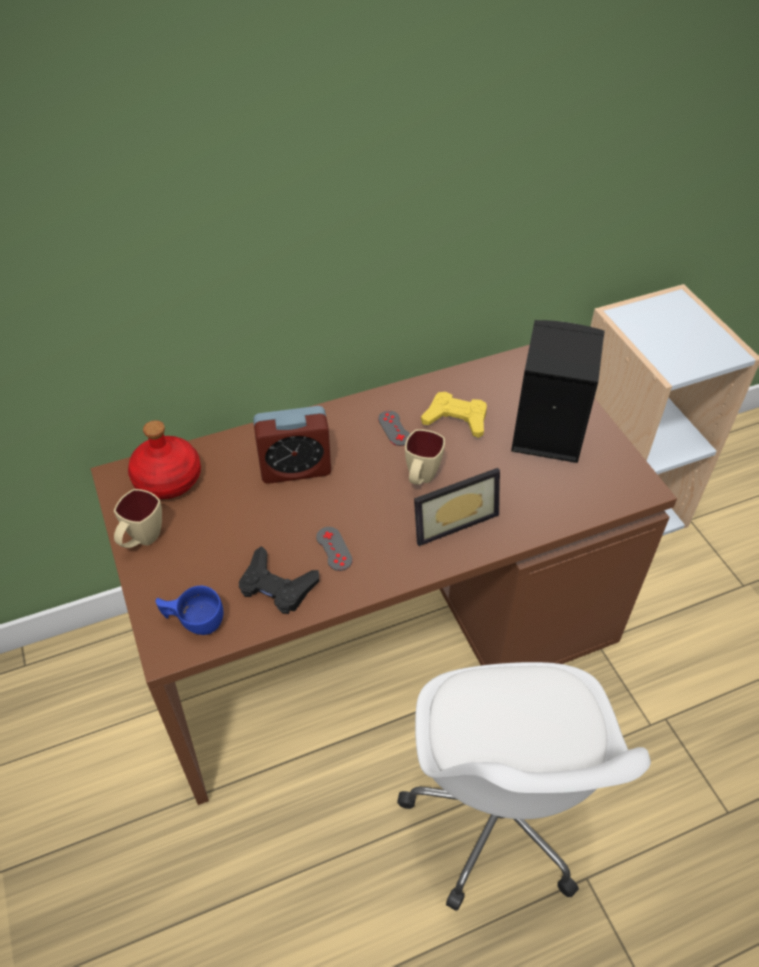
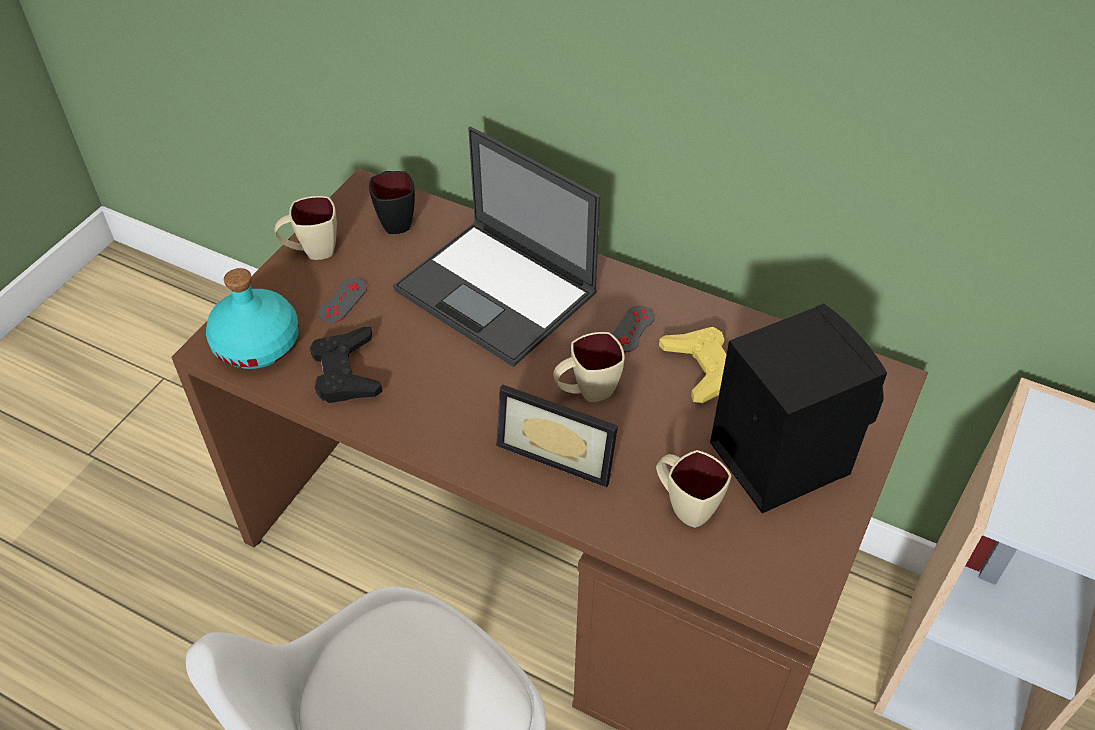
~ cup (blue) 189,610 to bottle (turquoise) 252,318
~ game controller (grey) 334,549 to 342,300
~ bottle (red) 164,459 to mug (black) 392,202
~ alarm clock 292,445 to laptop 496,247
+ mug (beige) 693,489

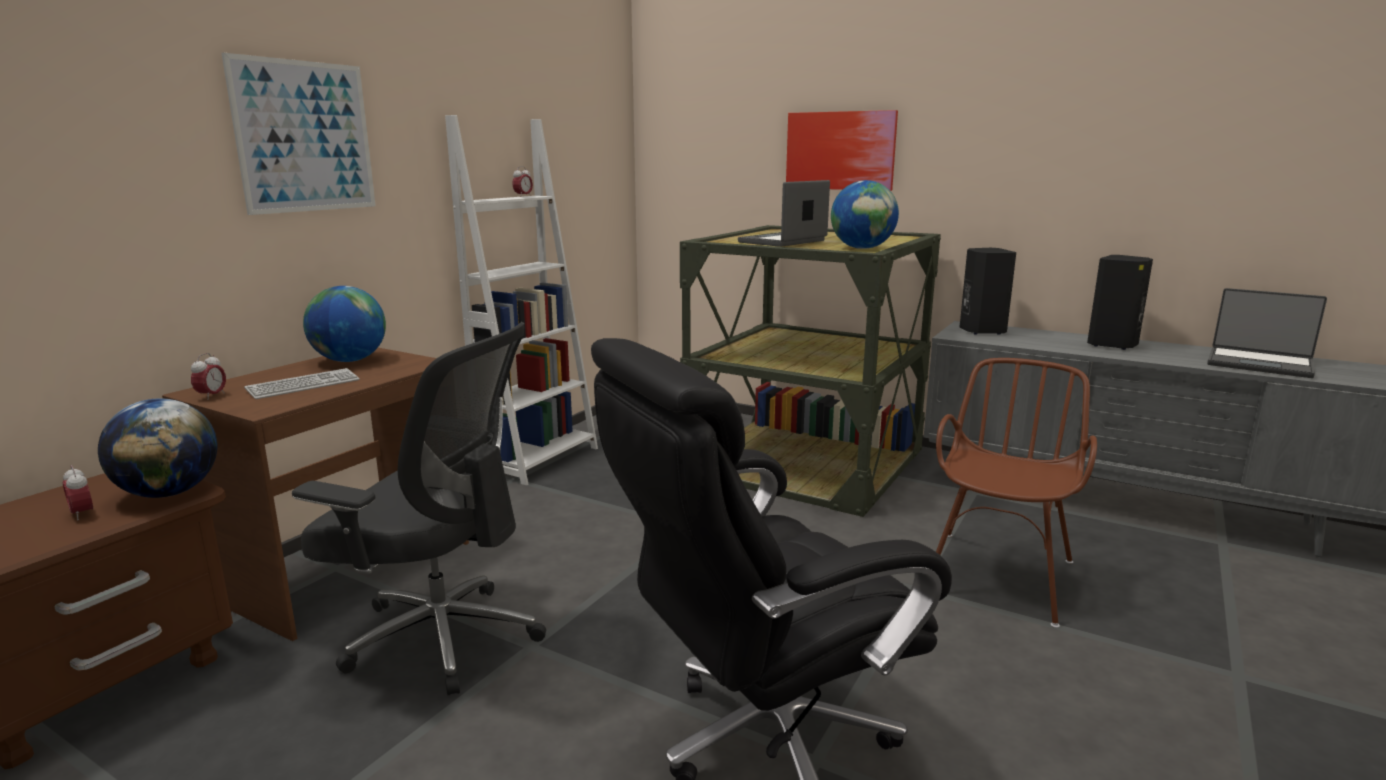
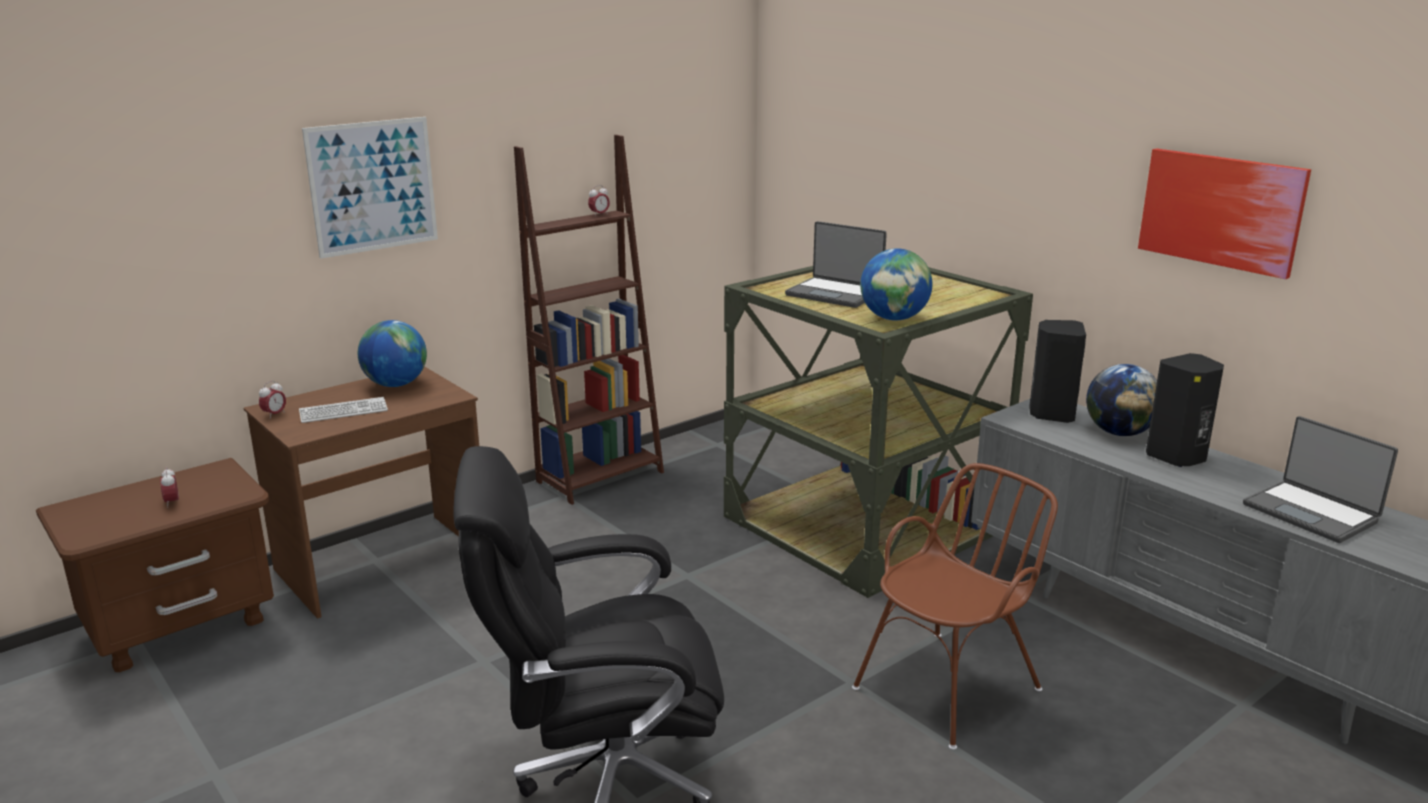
~ bookcase (white) 521,300 to bookcase (brown) 589,320
~ laptop 784,213 = 836,264 120 degrees counterclockwise
~ globe 157,448 to 1121,400
~ picture 842,150 to 1224,213
- office chair 419,508

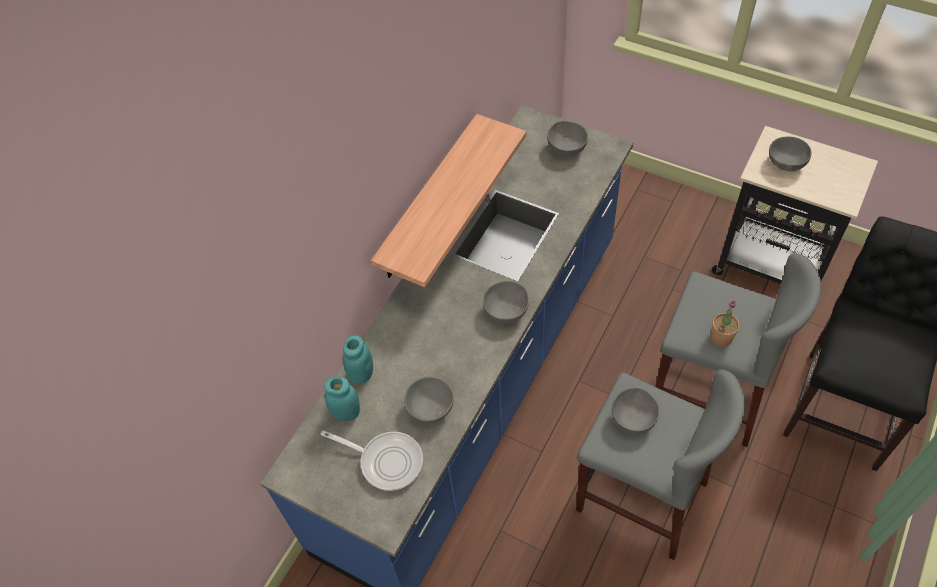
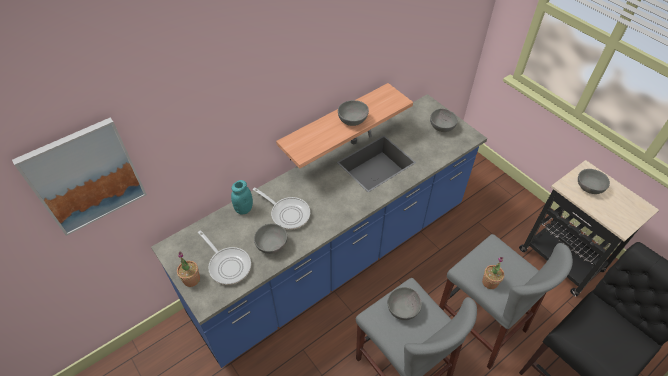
+ picture 79,177
+ potted plant 188,269
+ frying pan 281,208
~ bowl (grey) 506,302 to 353,113
- jar (turquoise) 342,399

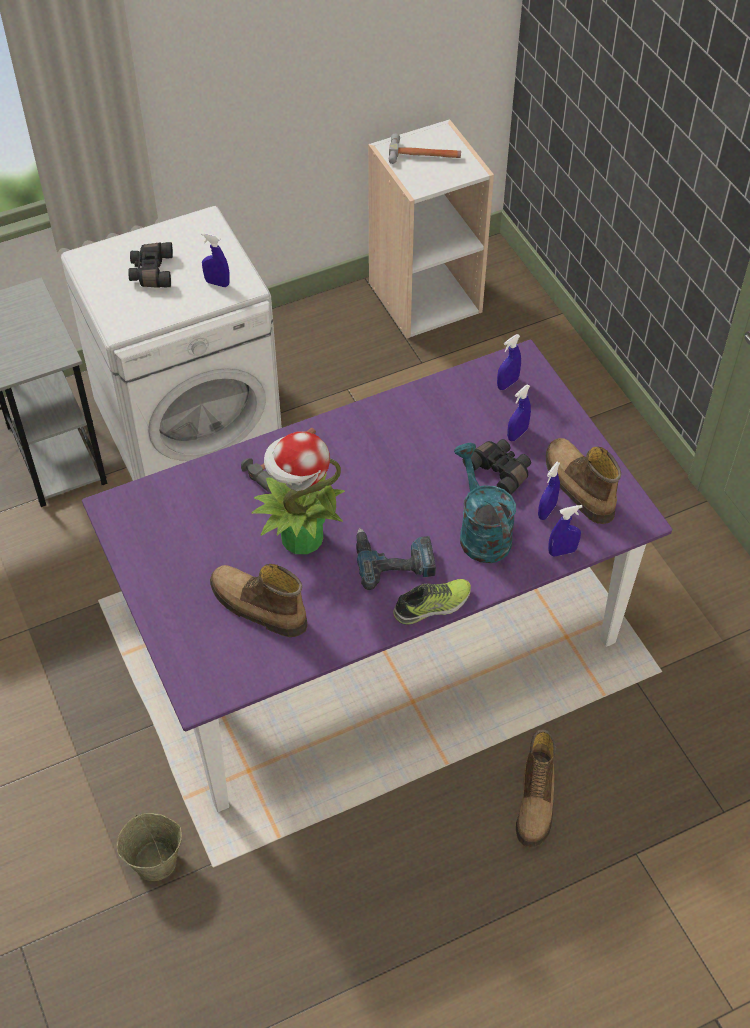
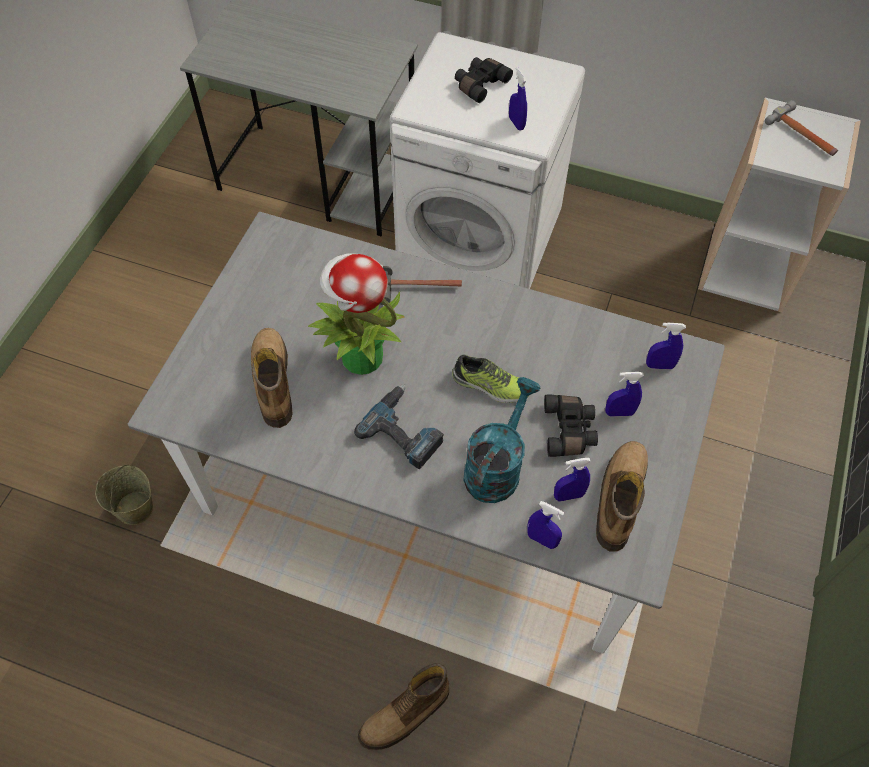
~ dining table (purple) 377,576 to dining table (grey) 426,432
~ shoe 432,602 to 486,379

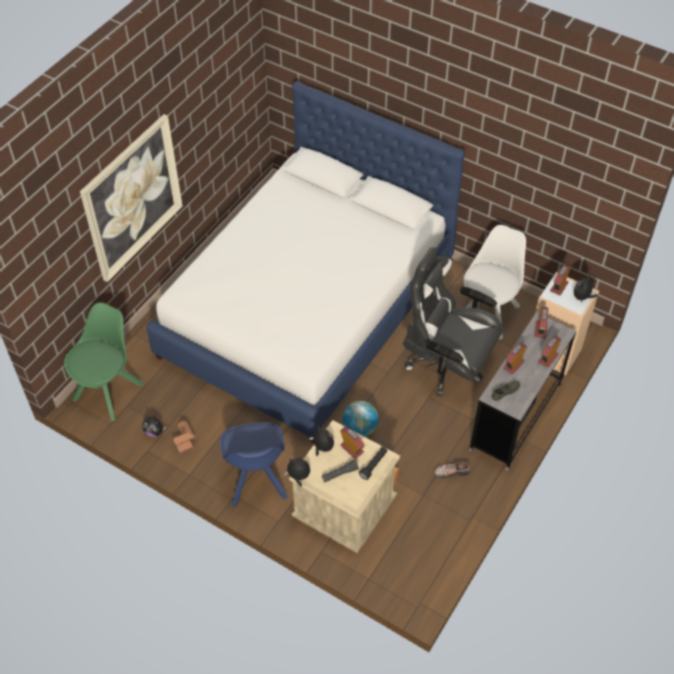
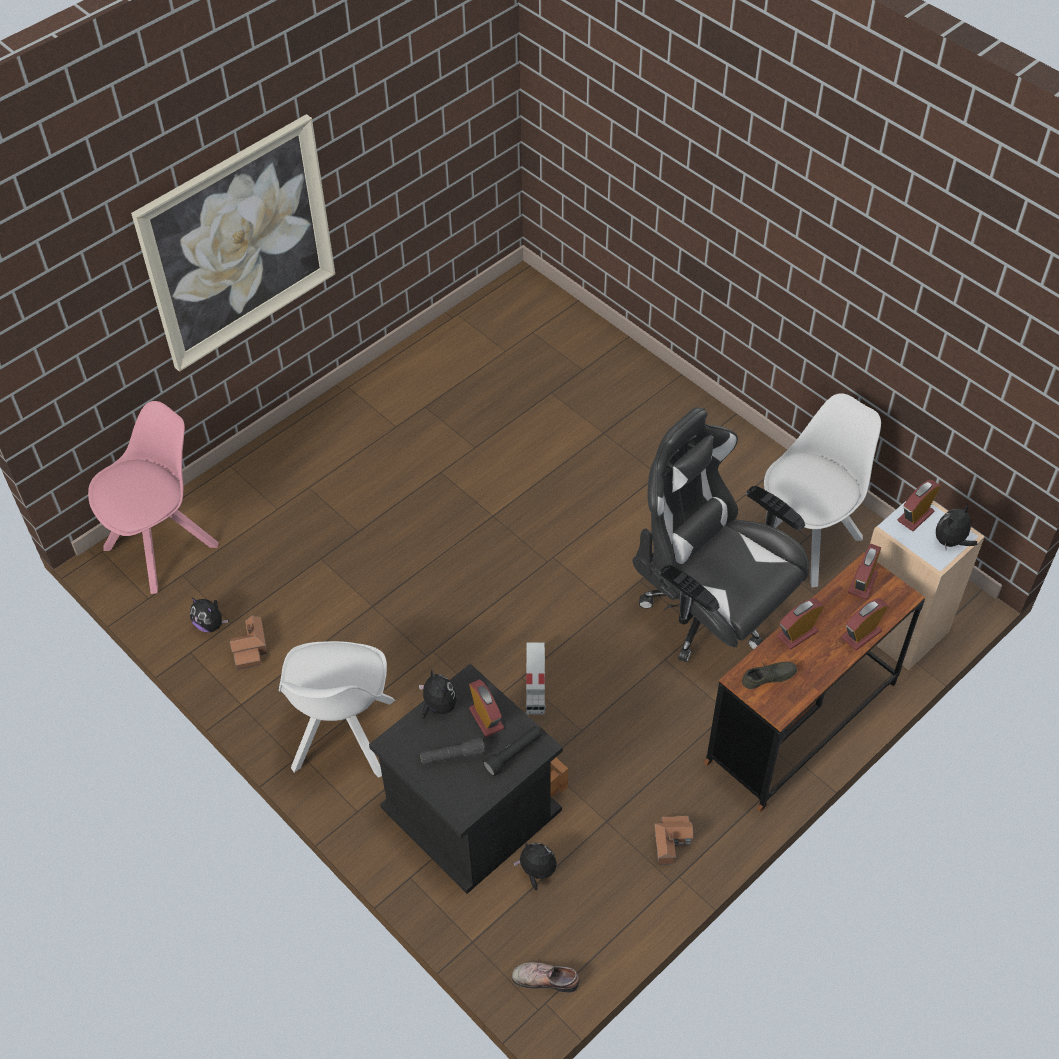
~ chair (green) 103,361 to chair (pink) 153,497
~ chair (blue) 254,464 to chair (white) 337,709
~ nightstand (beige) 344,486 to nightstand (black) 468,779
~ shoe 453,470 to 546,977
~ plush toy 297,472 to 535,866
~ globe 361,419 to toy truck 536,679
+ toy house 673,840
~ desk (grey) 522,392 to desk (brown) 814,682
- bed (white) 306,262

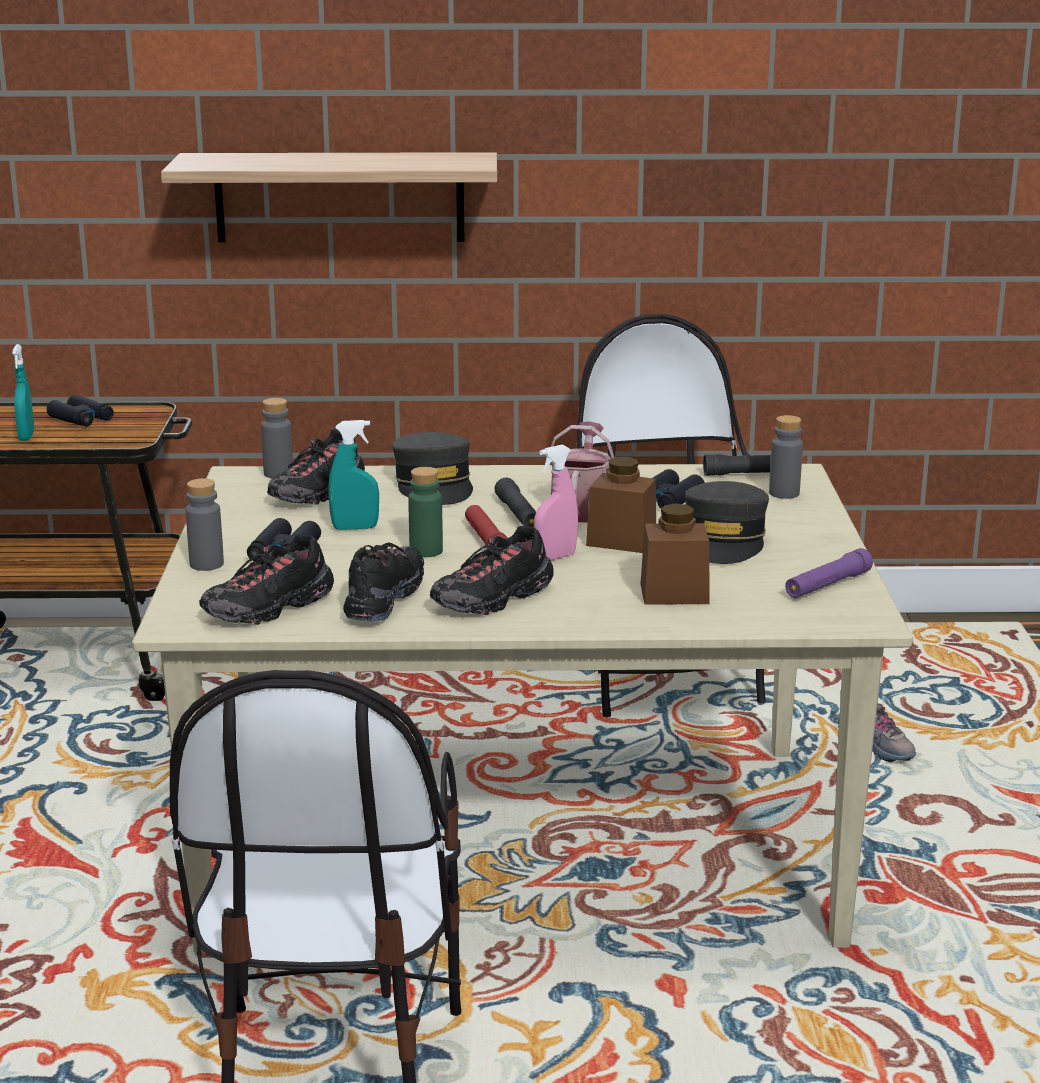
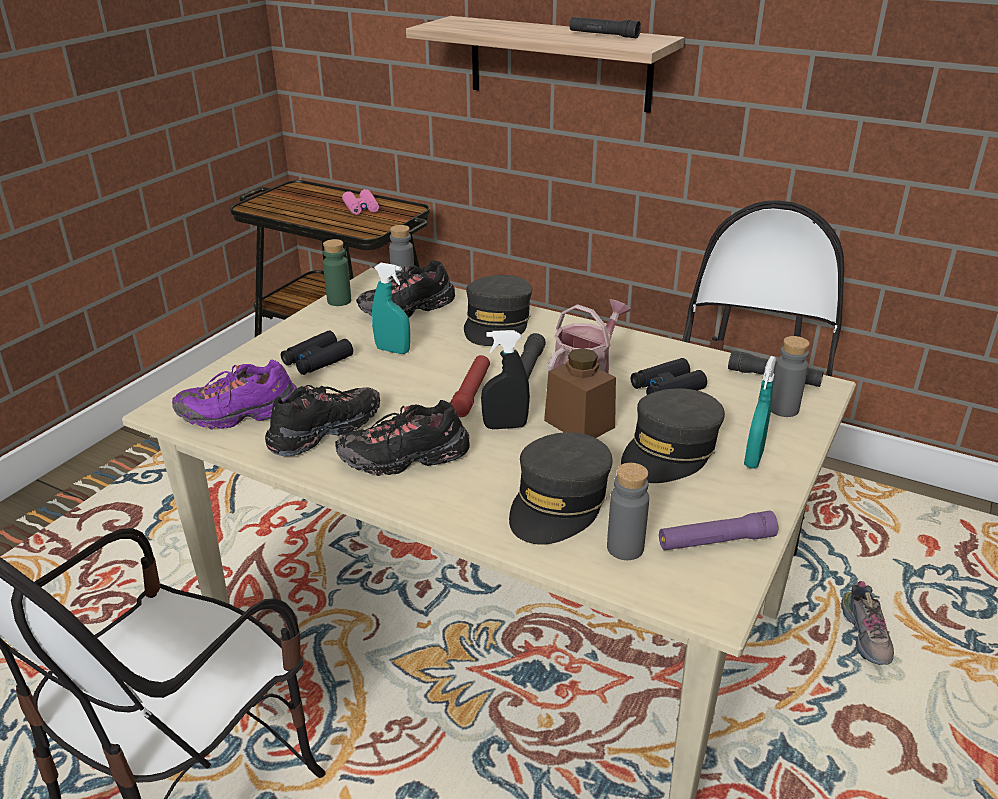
~ shoe (black) 266,579 to shoe (purple) 234,395
~ bottle (green) 425,512 to 337,272
~ binoculars (black) 80,410 to binoculars (pink) 360,202
~ spray bottle (pink) 556,502 to spray bottle (black) 505,379
~ jar (brown) 674,554 to cap (grey) 561,488
+ flashlight (black) 605,27
~ bottle (grey) 205,524 to 628,511
~ spray bottle (turquoise) 23,392 to 760,412

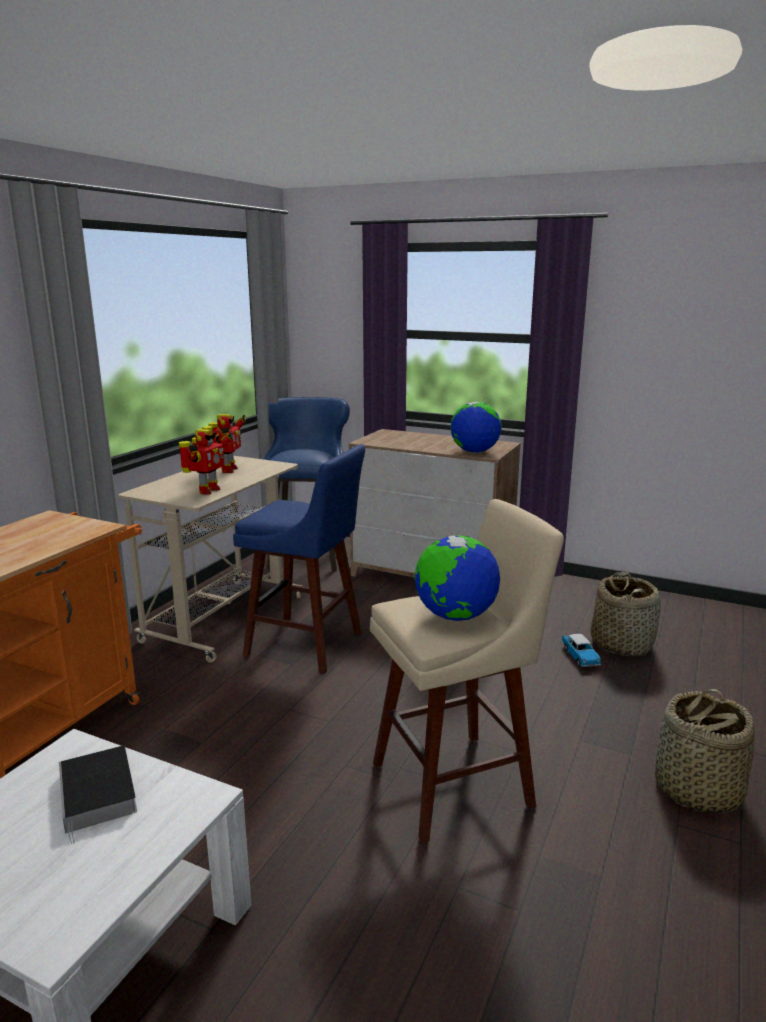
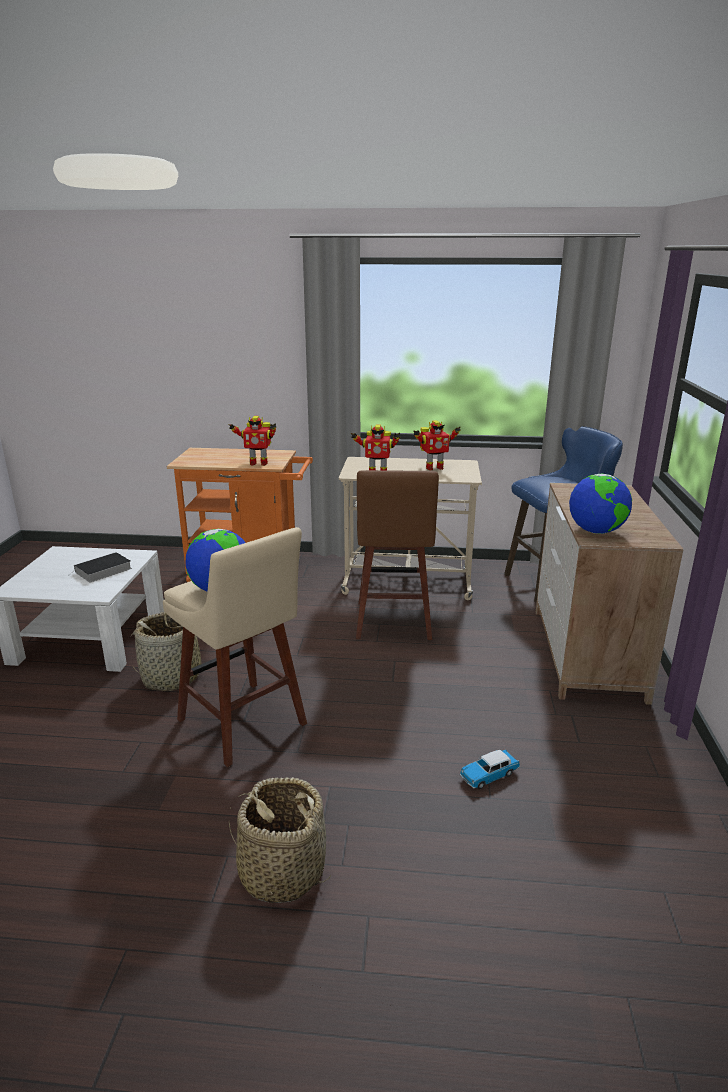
~ basket 626,614 to 171,651
+ toy robot 252,441
~ stool (blue) 299,559 to stool (brown) 397,555

